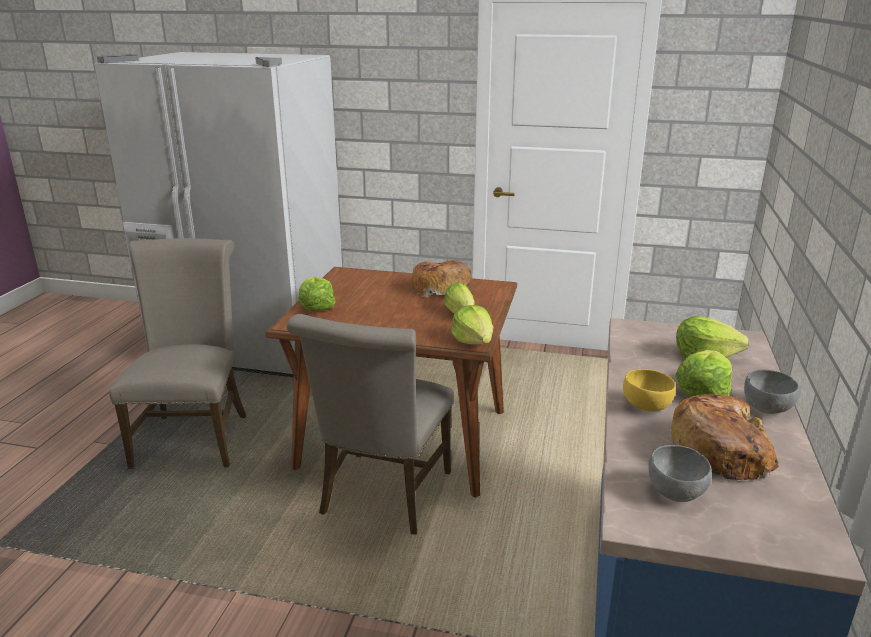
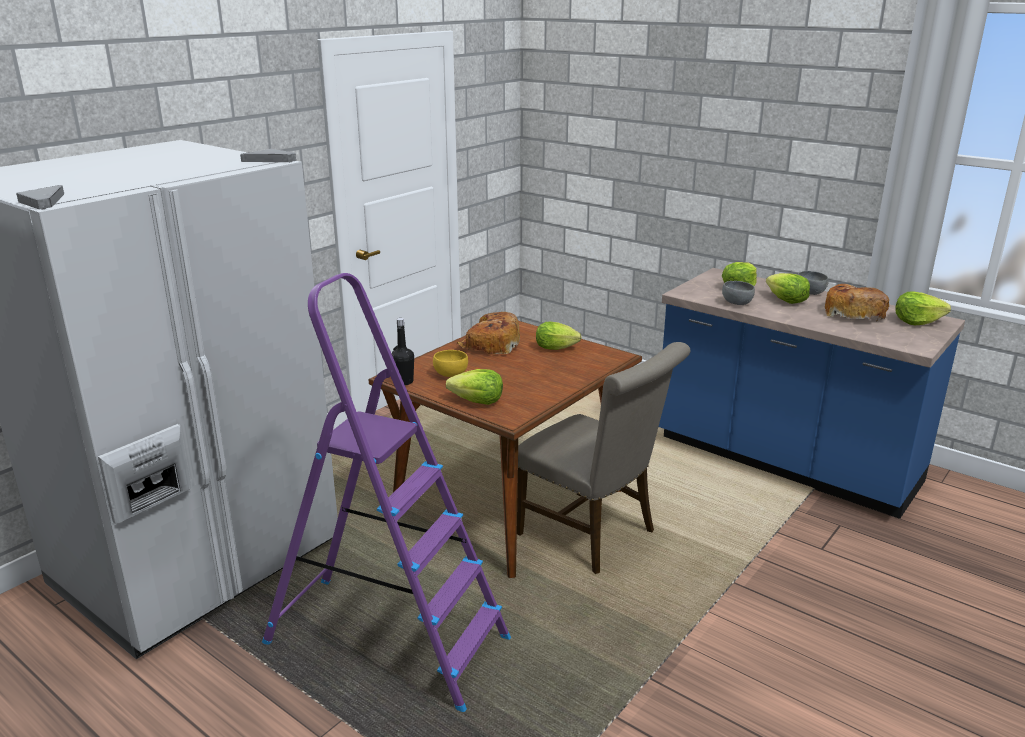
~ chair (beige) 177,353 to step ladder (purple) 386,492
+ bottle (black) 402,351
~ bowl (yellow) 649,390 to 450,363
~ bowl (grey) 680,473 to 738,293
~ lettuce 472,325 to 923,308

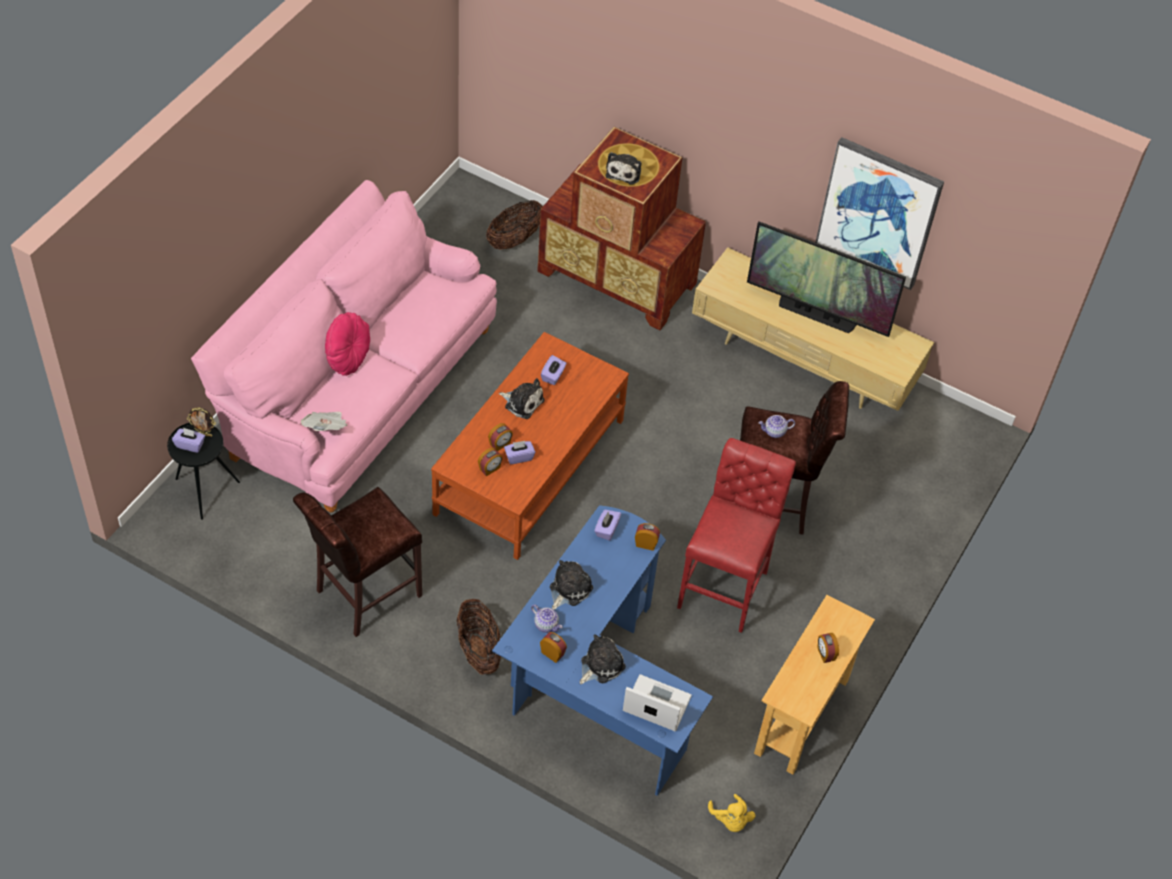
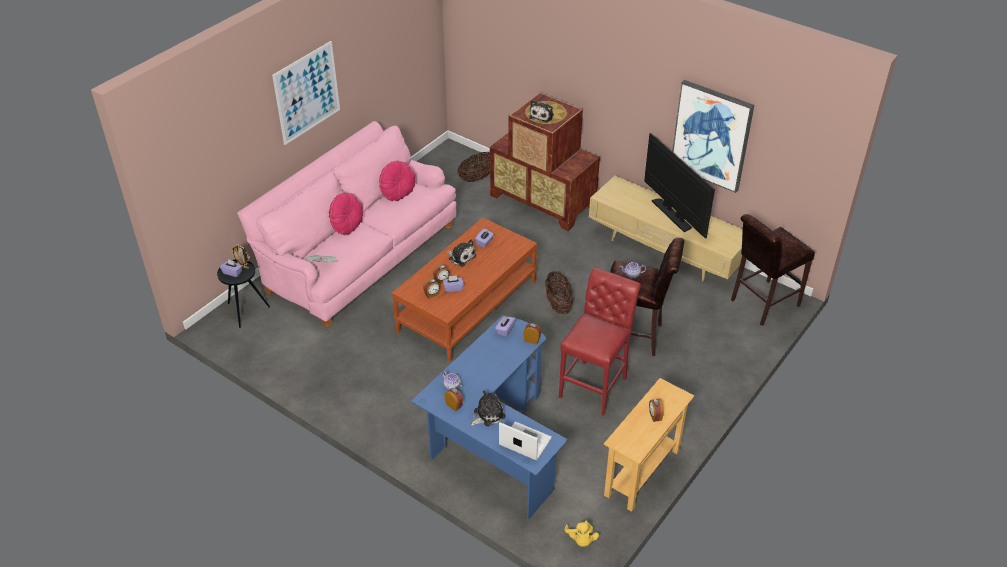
+ picture 306,93
+ pillow (pink) 397,181
~ basket 478,637 to 559,292
~ television 826,279 = 679,185 150 degrees counterclockwise
~ stool (brown) 357,562 to 773,270
- plush toy 571,585

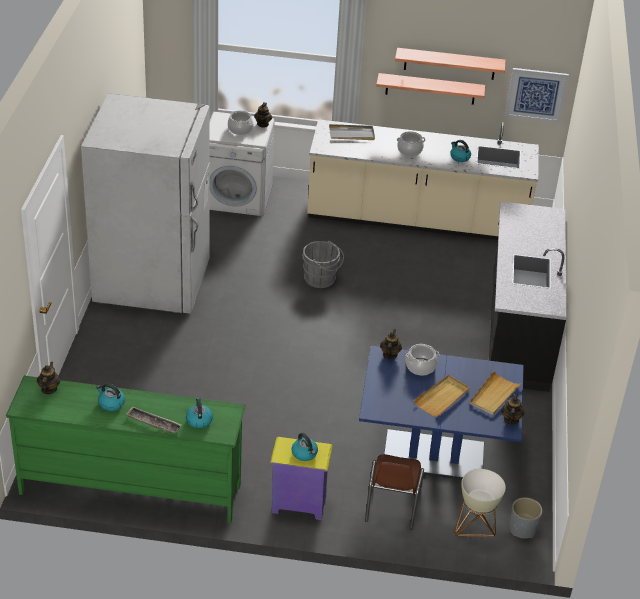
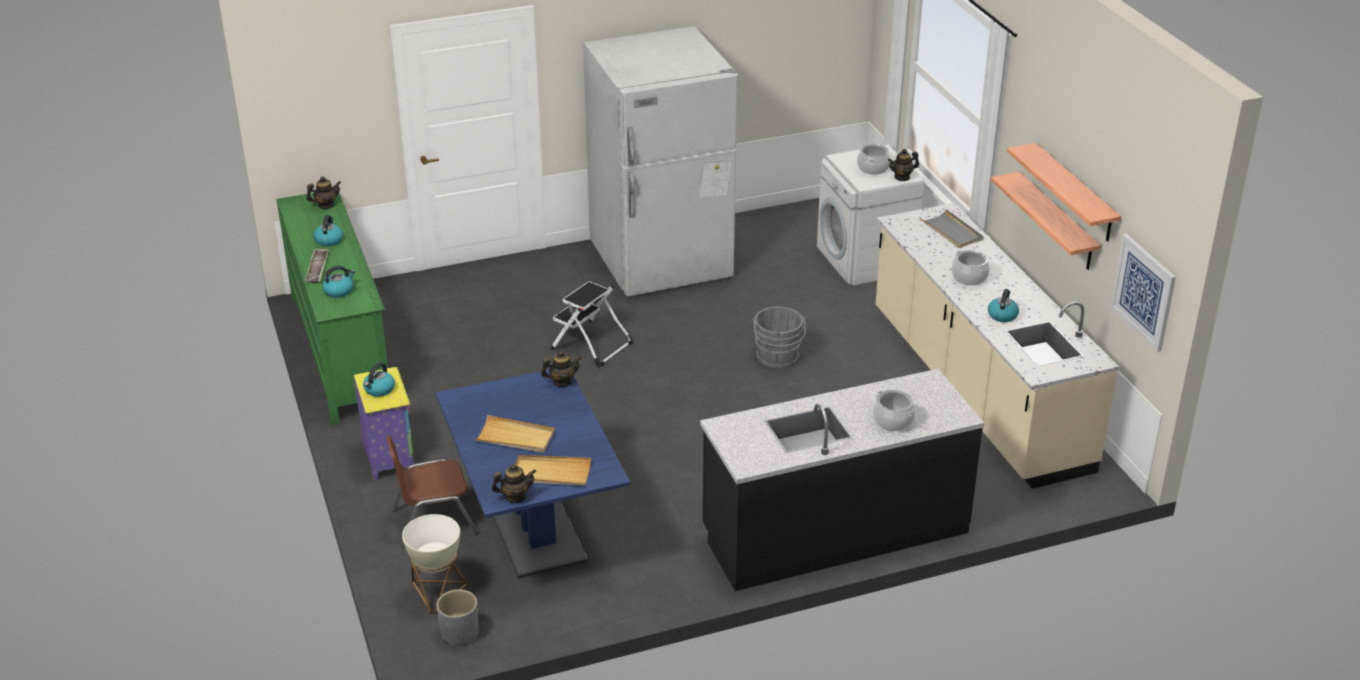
+ step ladder 591,324
~ cooking pot 422,360 to 894,410

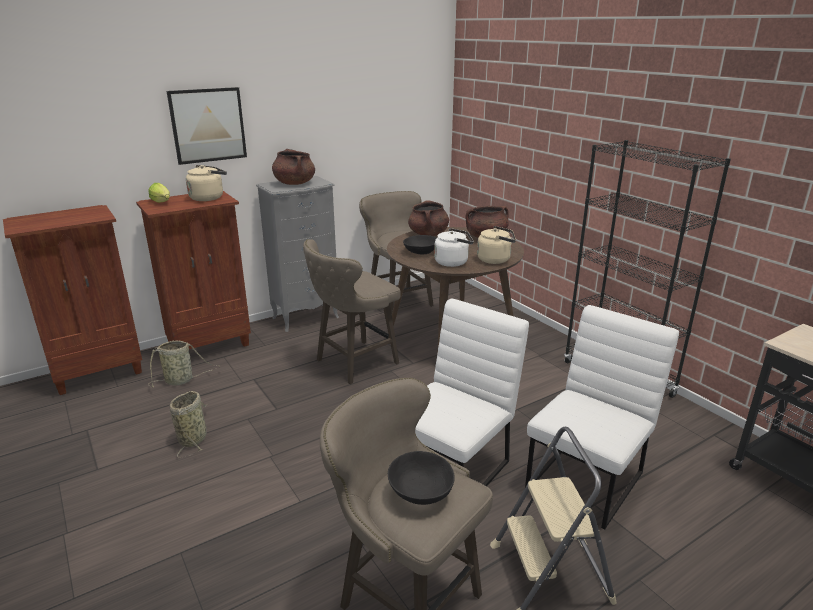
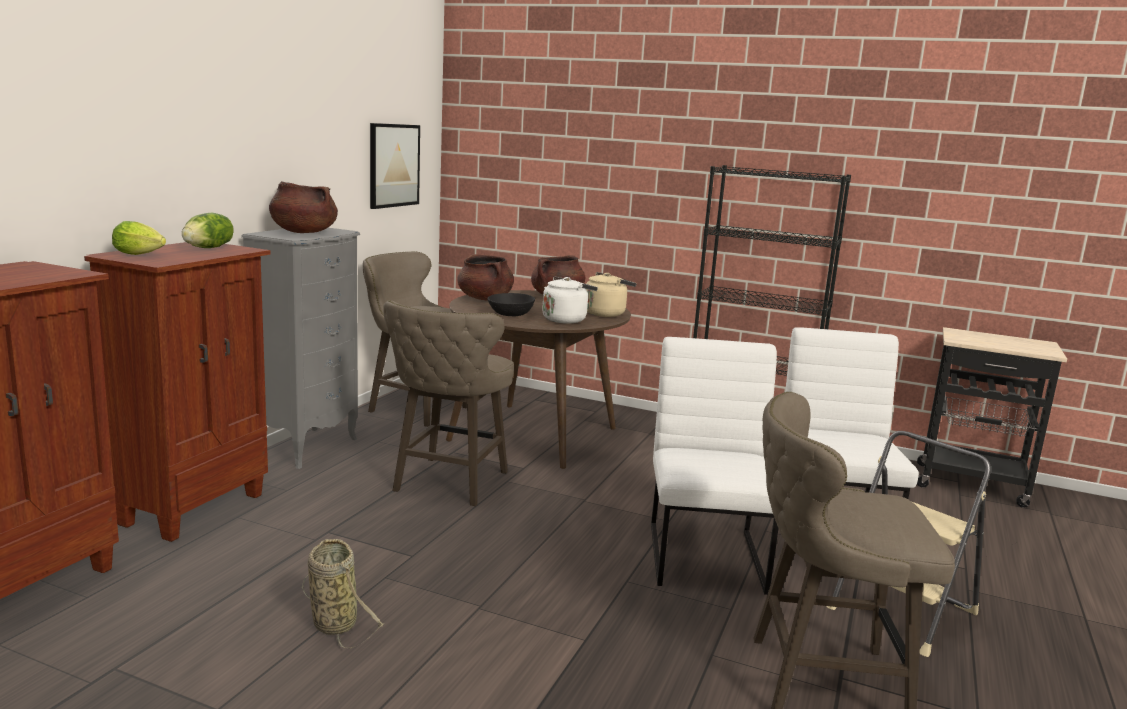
~ kettle (beige) 206,183 to lettuce 208,230
~ picture 207,126 to 395,166
- basket 184,364
- bowl (black) 421,478

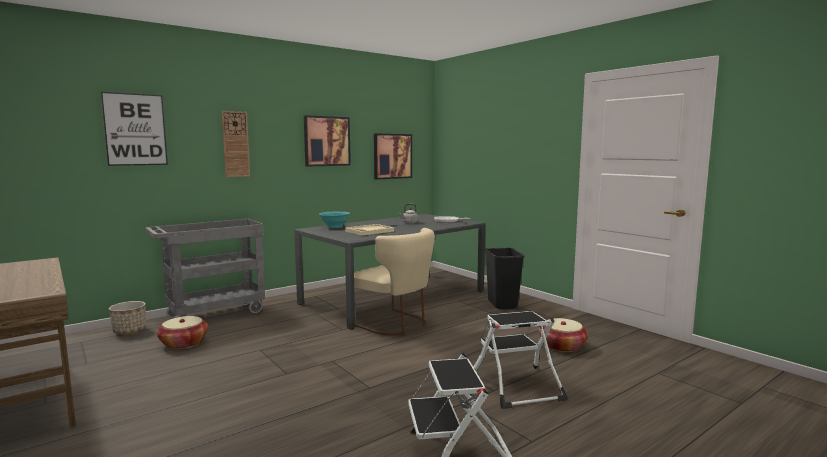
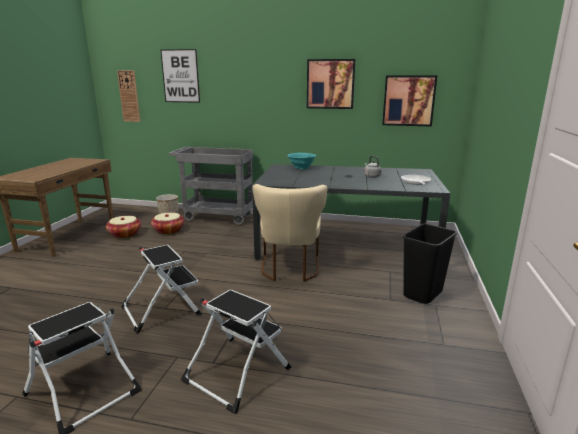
~ basket 563,335 to 123,227
~ wall clock 236,144 to 128,96
+ step ladder 161,289
- tray (beige) 369,230

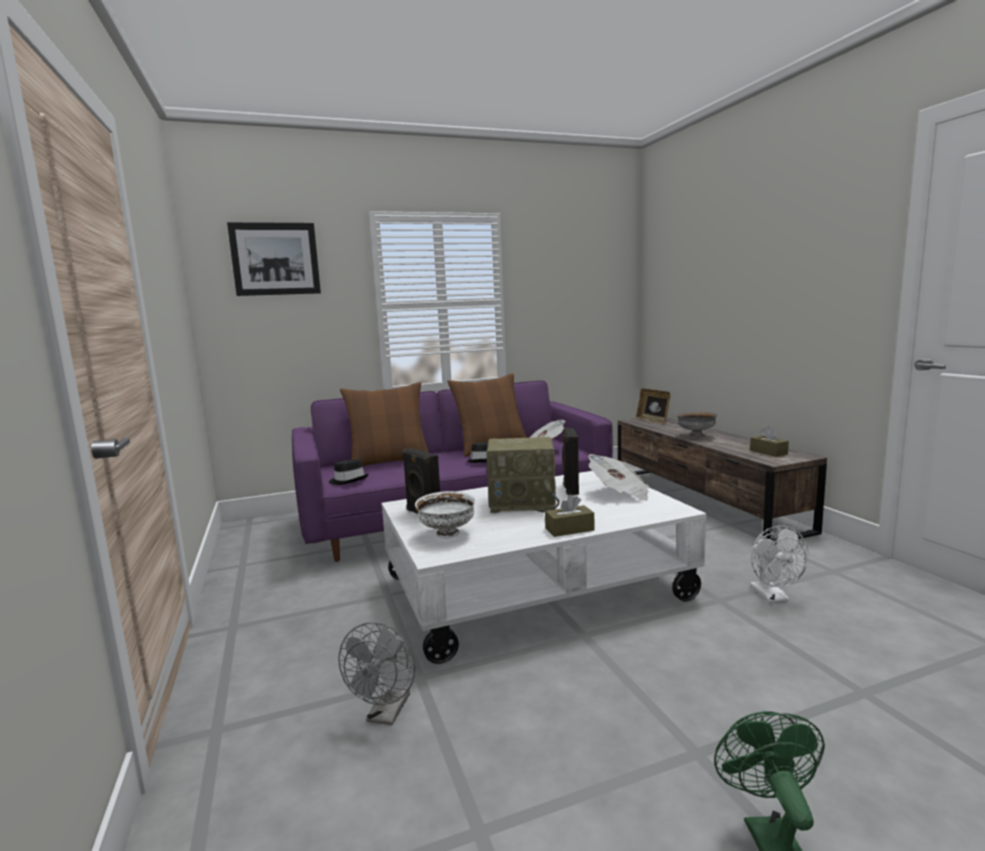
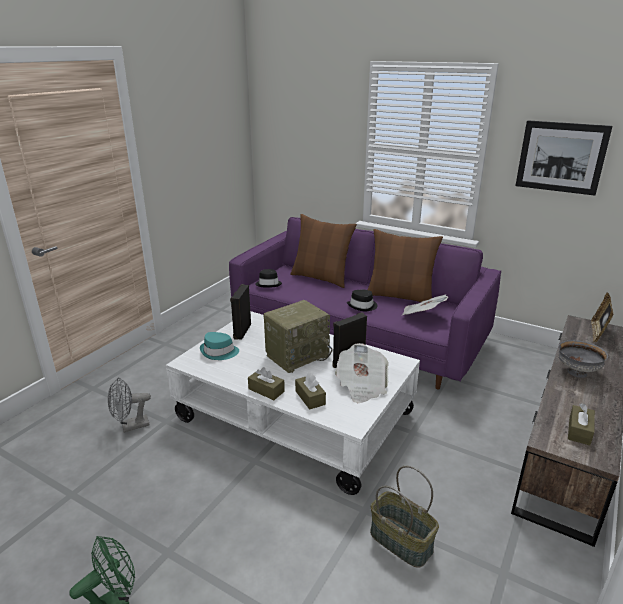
~ bowl (white) 445,515 to hat (turquoise) 219,346
~ radio 523,475 = 298,336 90 degrees counterclockwise
+ tissue box (brown) 310,391
~ fan (white) 779,564 to basket 404,517
~ picture 274,259 to 564,158

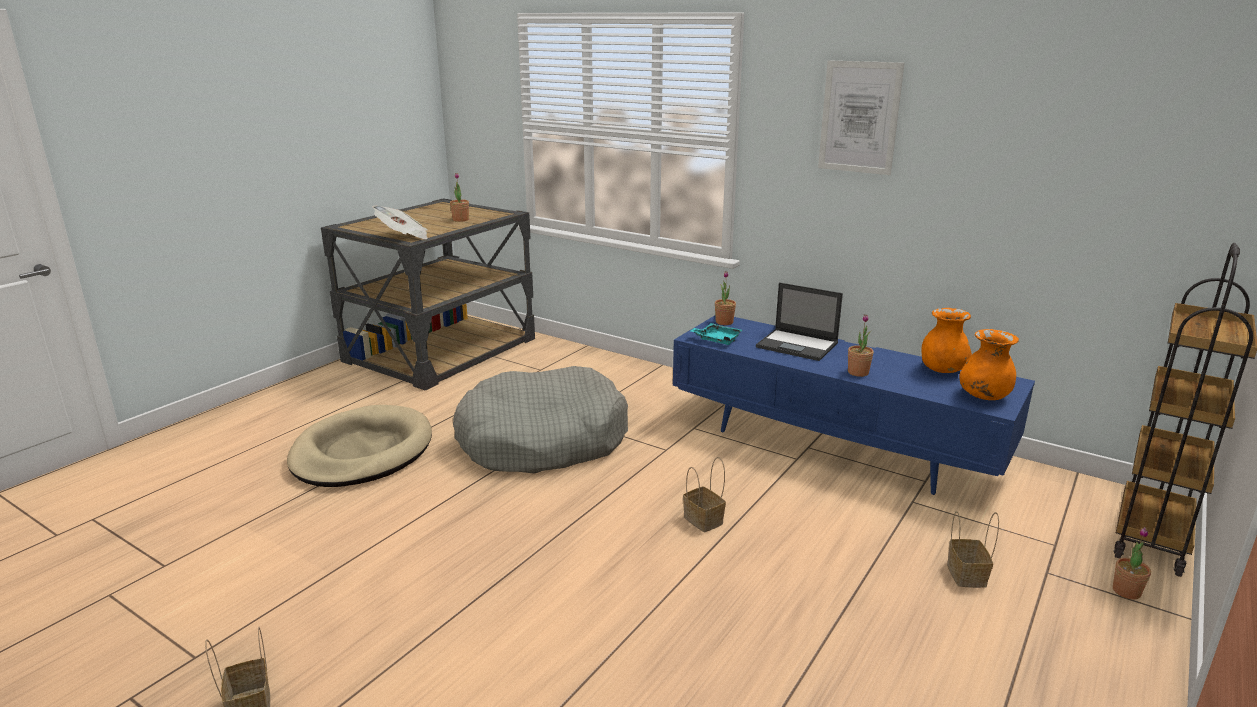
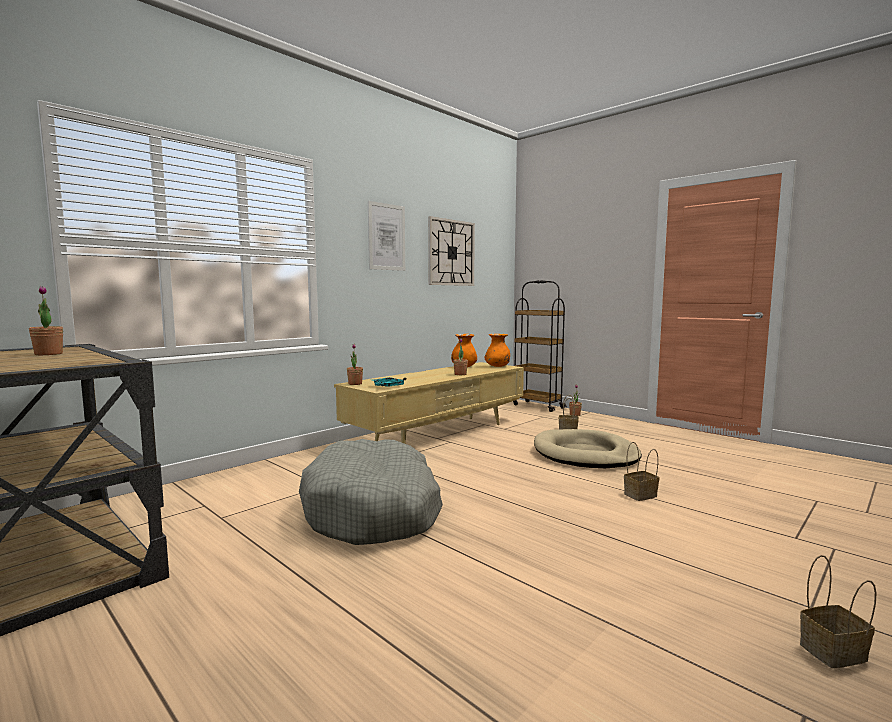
~ tv stand (blue) 854,405 to tv stand (beige) 429,403
+ wall clock 451,251
~ dog bed (beige) 359,446 to 588,448
~ basket 704,494 to 641,471
- newspaper 400,222
- laptop 799,321

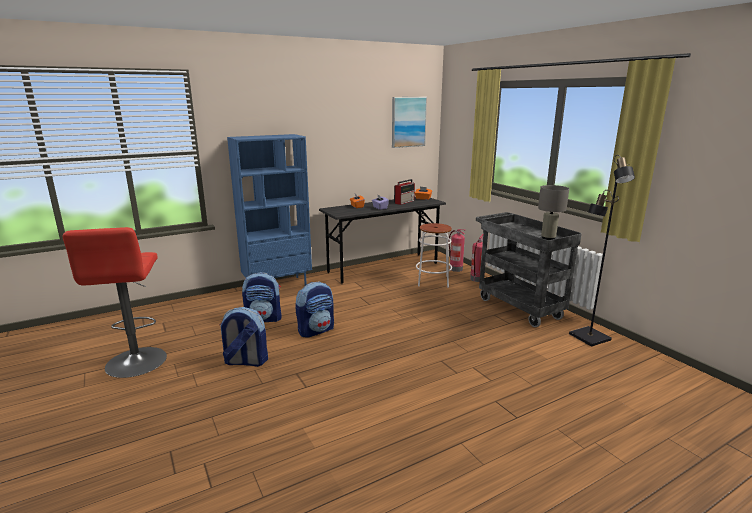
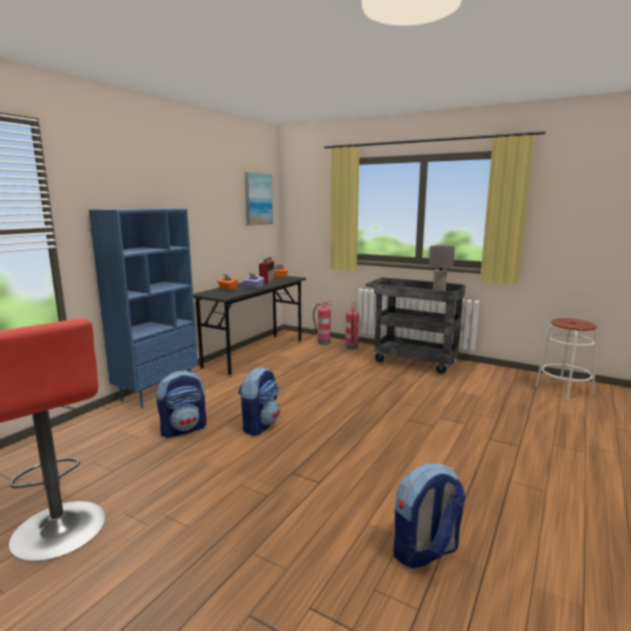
~ backpack 244,337 to 429,515
~ stool (white) 434,255 to 566,359
- floor lamp (black) 602,251

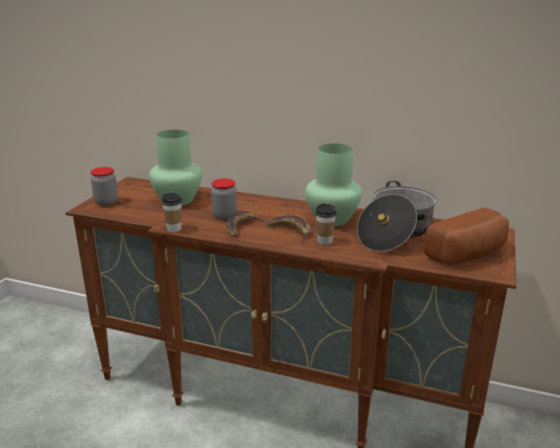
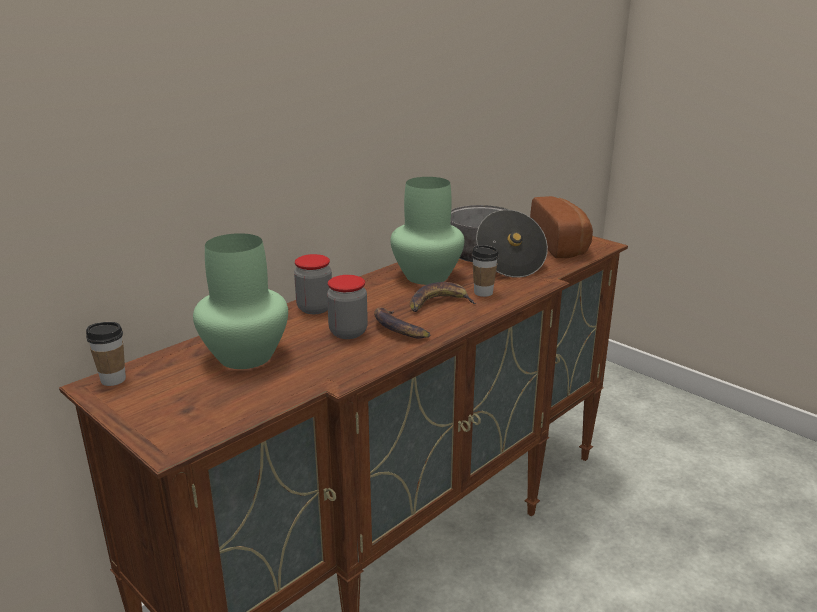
~ cup 172,212 to 106,354
~ jar 104,186 to 313,284

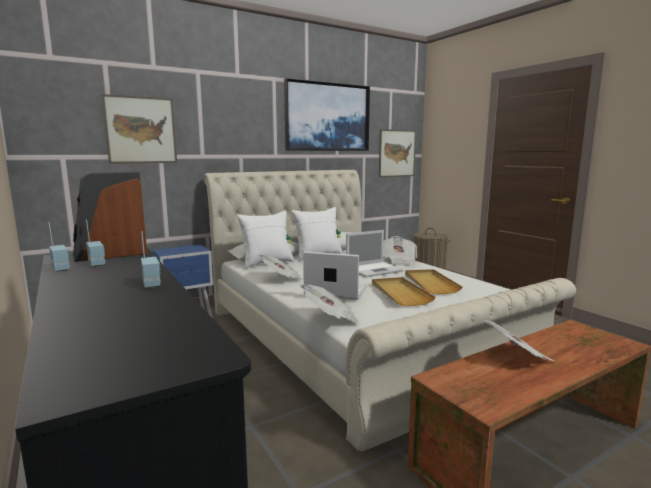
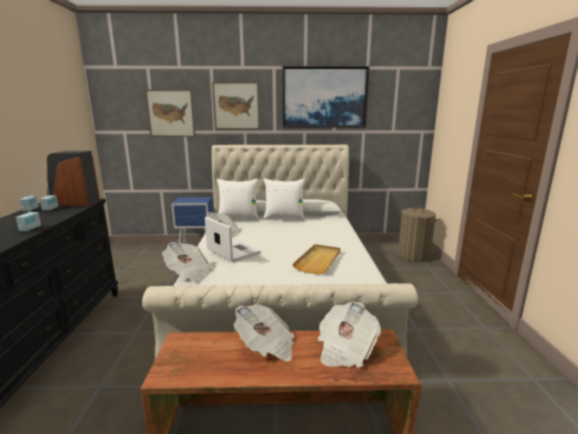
~ picture 397,153 to 236,106
~ newspaper 400,251 to 349,335
- laptop 374,253
- tray (beige) 403,291

